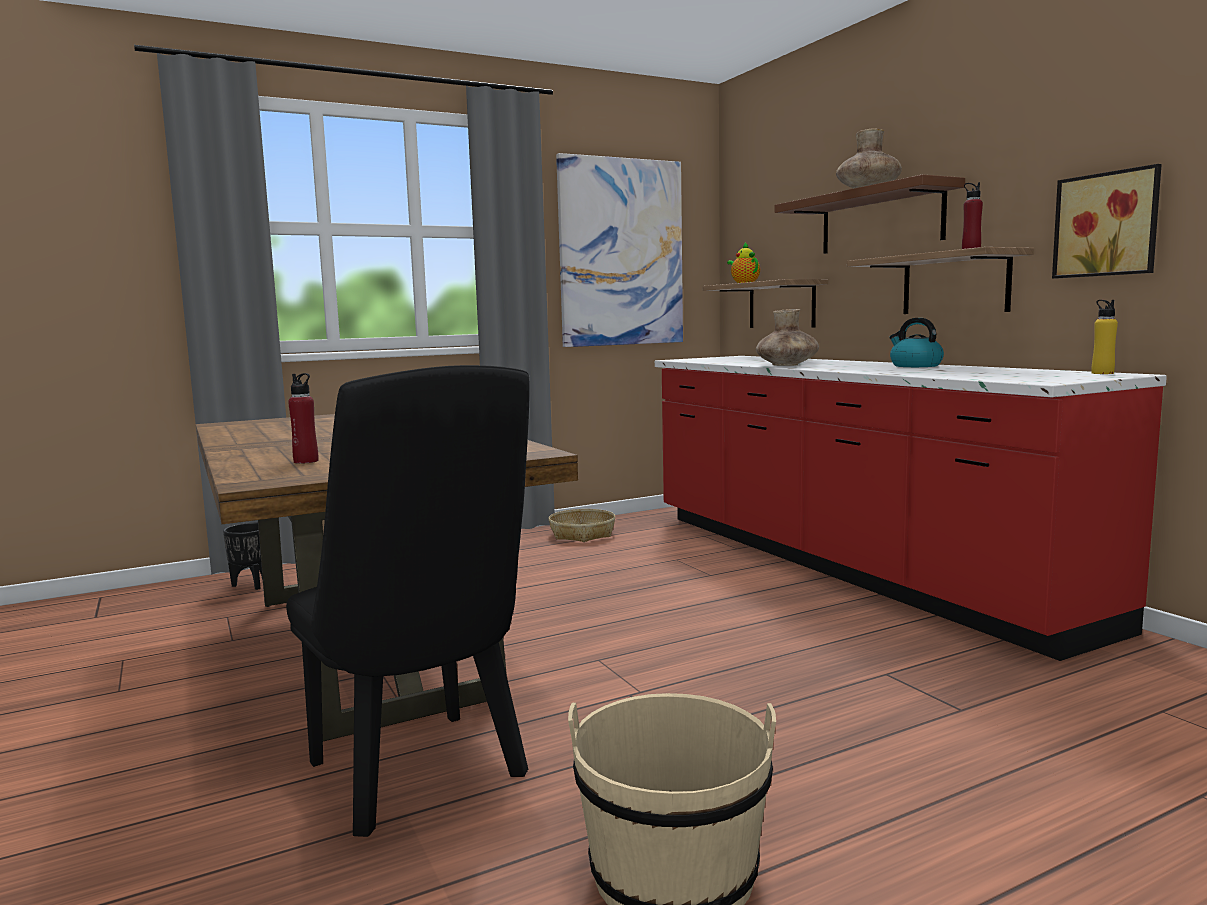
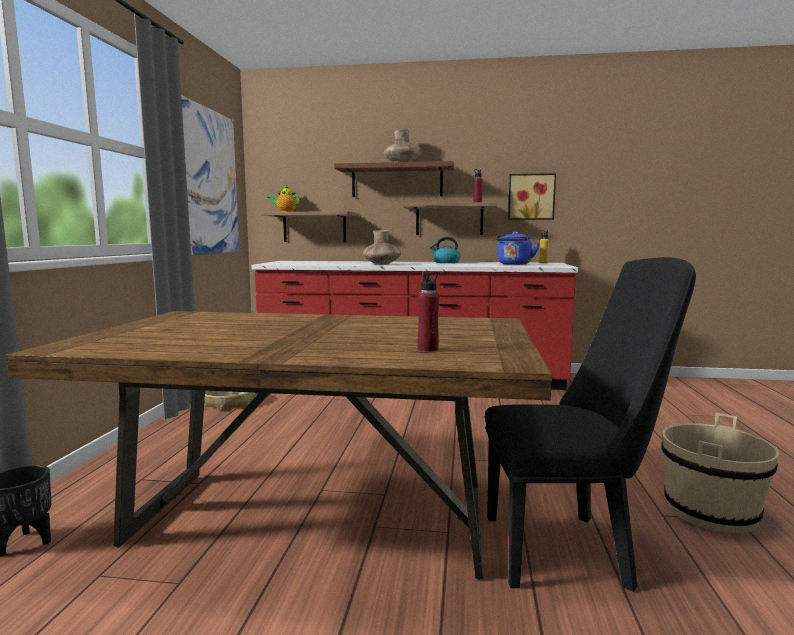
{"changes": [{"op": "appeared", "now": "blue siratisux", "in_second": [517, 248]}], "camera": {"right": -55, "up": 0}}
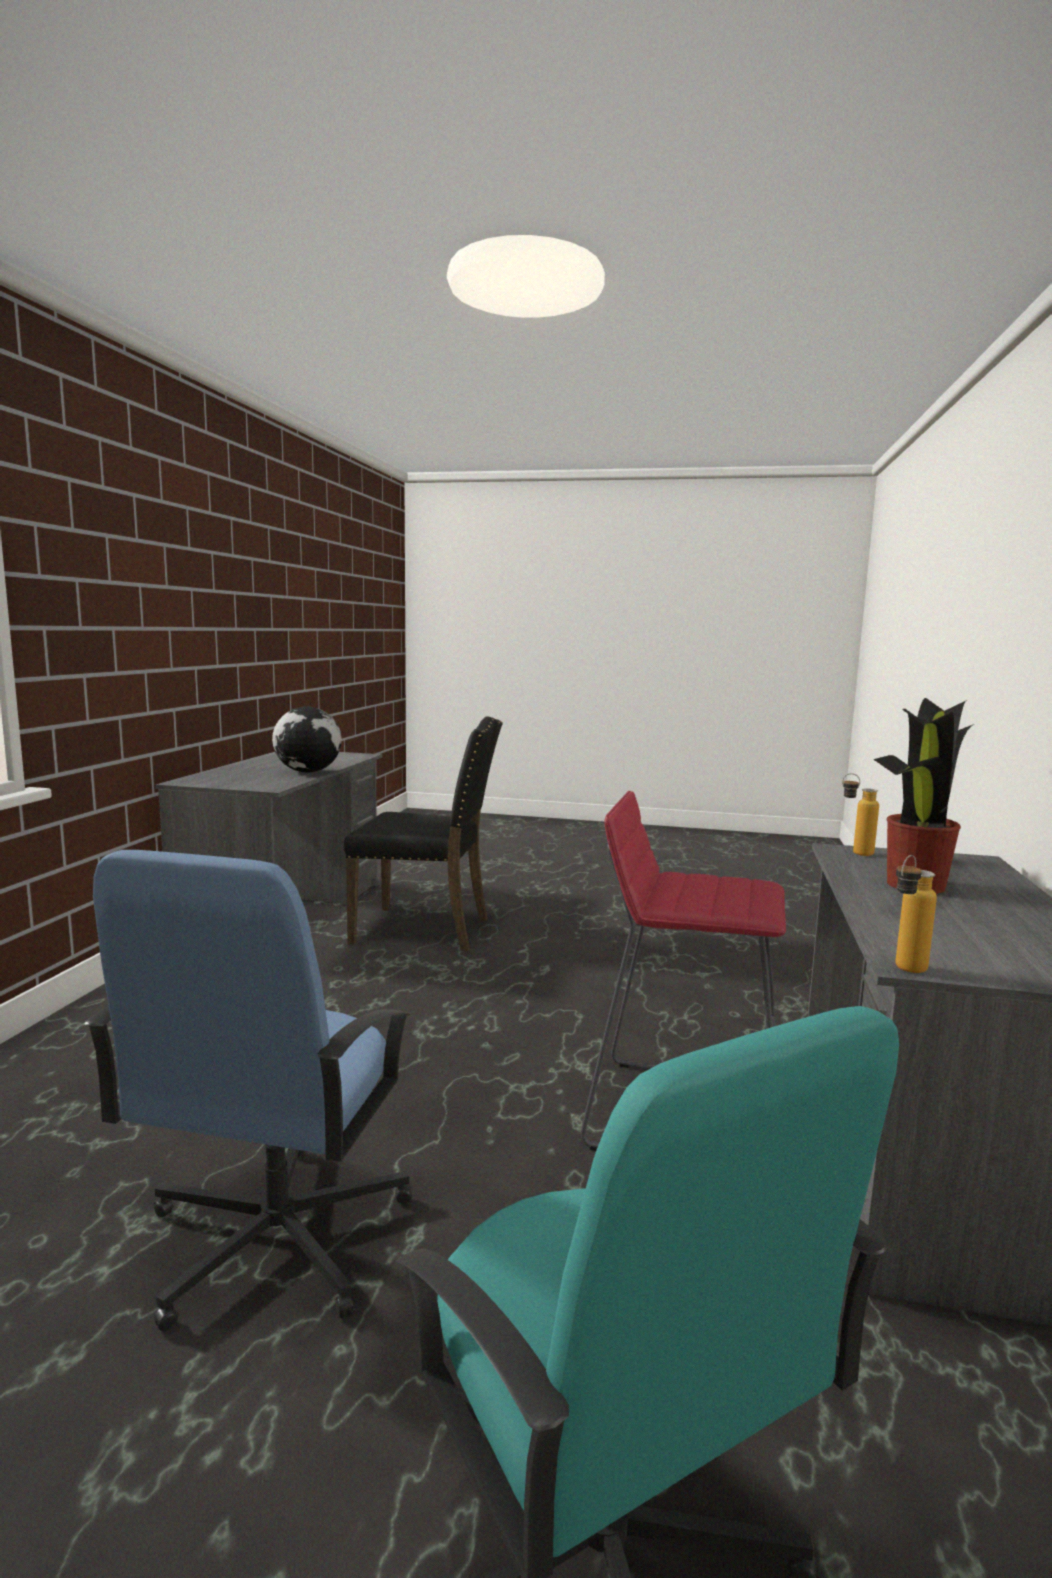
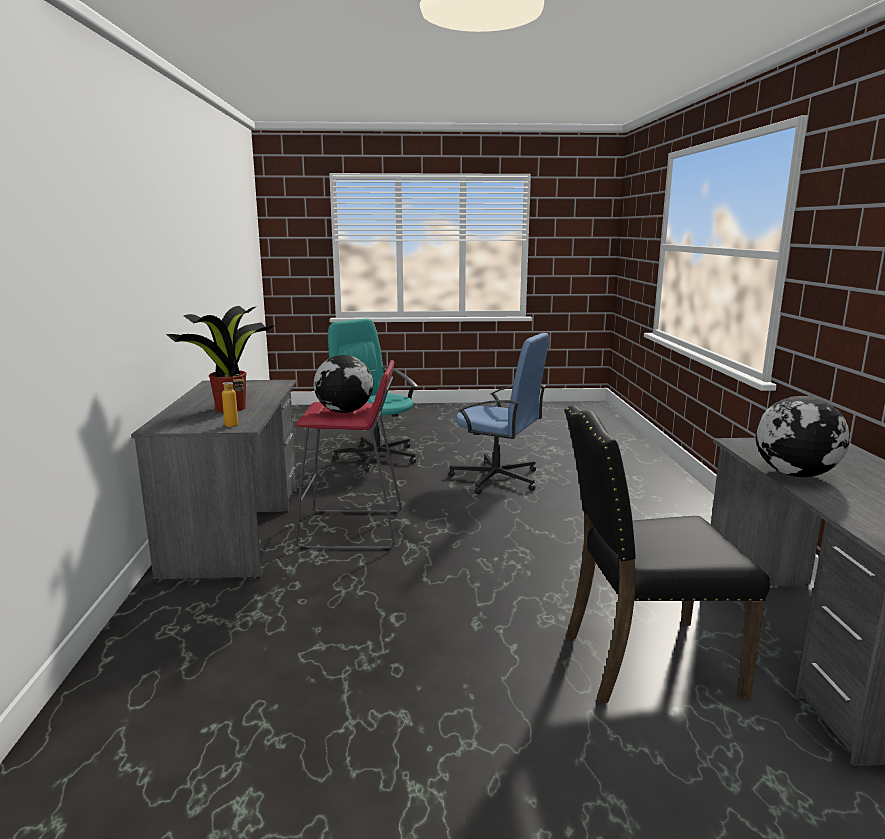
{"changes": [{"op": "appeared", "now": "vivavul", "in_second": [343, 384]}, {"op": "spun", "was": "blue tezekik", "in_first": [248, 1090], "in_second": [499, 413], "clockwise": 120}, {"op": "missing", "was": "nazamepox", "in_first": [916, 914]}], "camera": {"right": 165, "up": 5}}
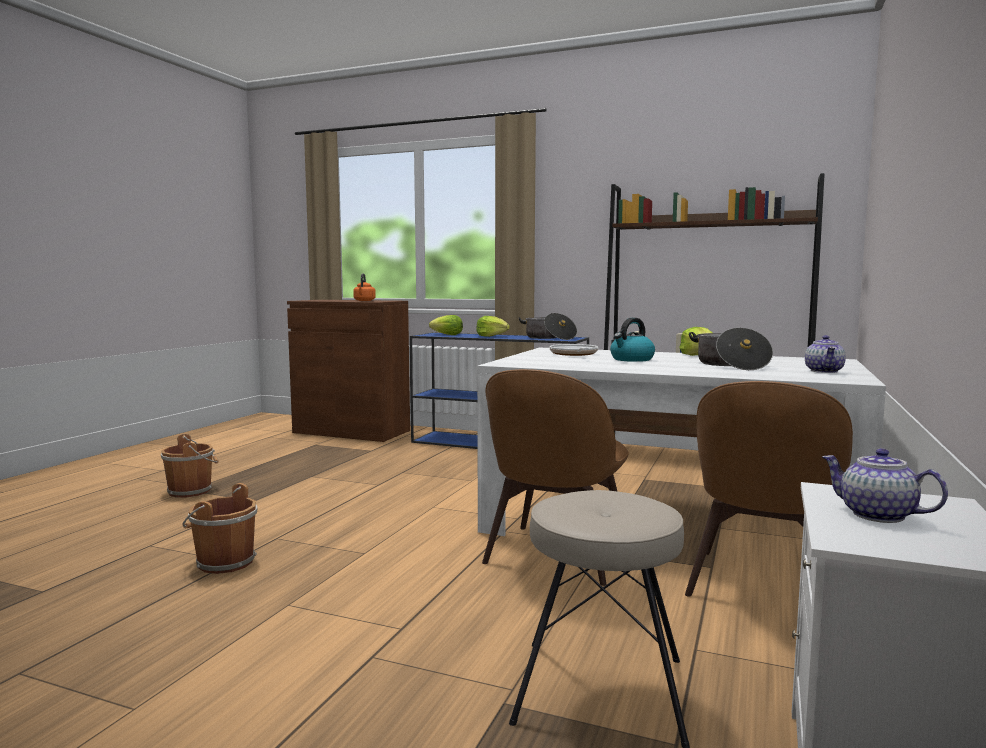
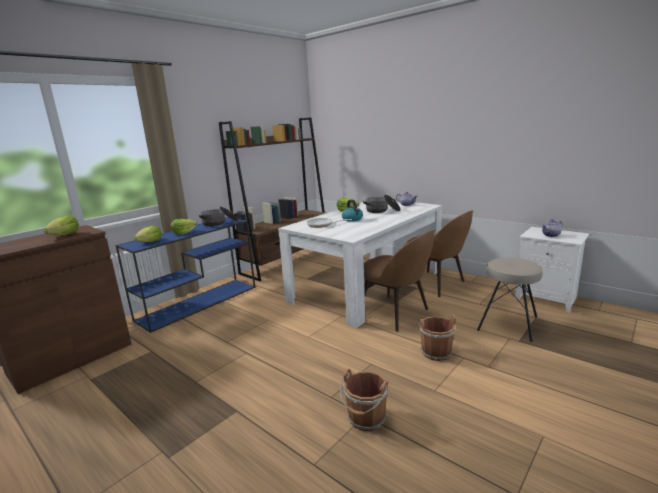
{"changes": [{"op": "exchanged", "was": "orange siratisux", "now": "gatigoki", "in_first": [364, 287], "in_second": [61, 225]}, {"op": "relocated", "was": "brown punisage", "in_first": [190, 466], "in_second": [436, 337]}], "camera": {"right": -70, "up": 10}}
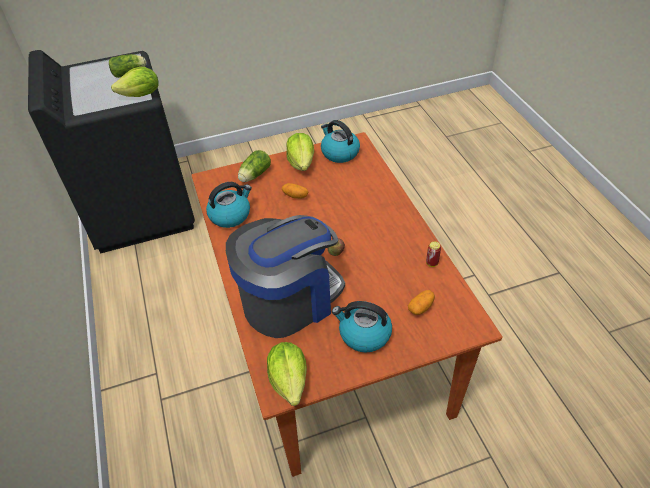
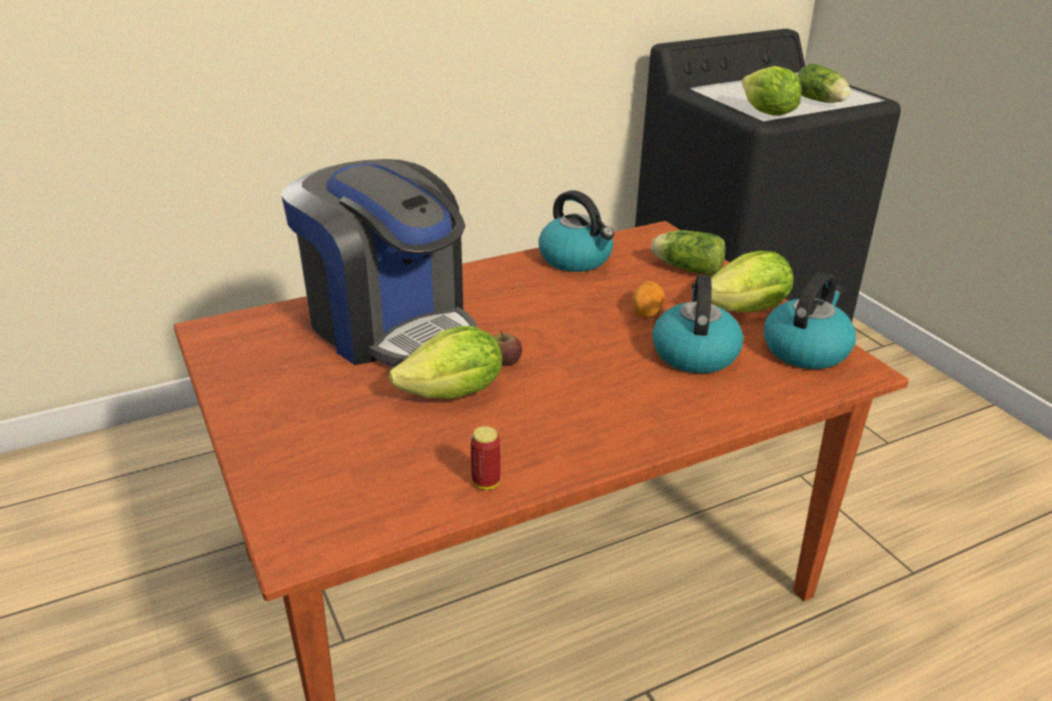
{"changes": [{"op": "relocated", "was": "gatigoki", "in_first": [287, 374], "in_second": [445, 362]}, {"op": "relocated", "was": "siratisux", "in_first": [362, 327], "in_second": [697, 324]}, {"op": "missing", "was": "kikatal", "in_first": [421, 302]}], "camera": {"right": 80, "up": -15}}
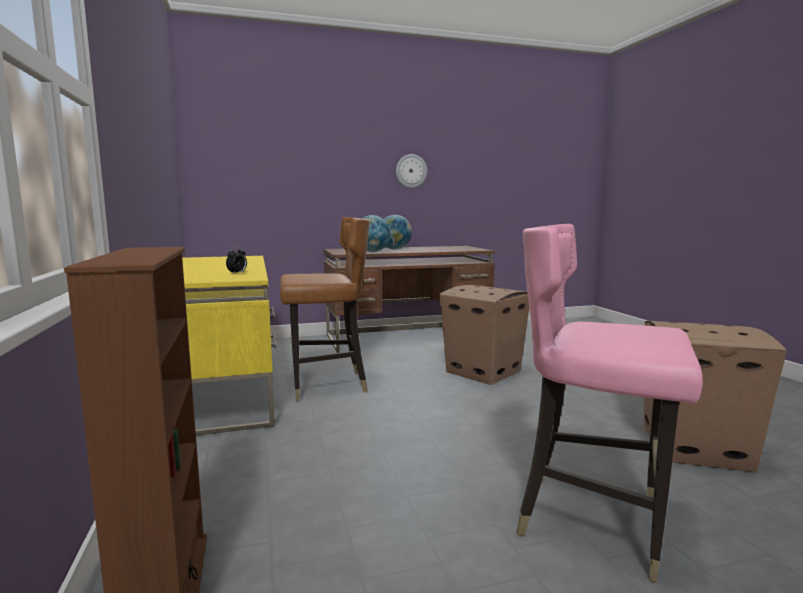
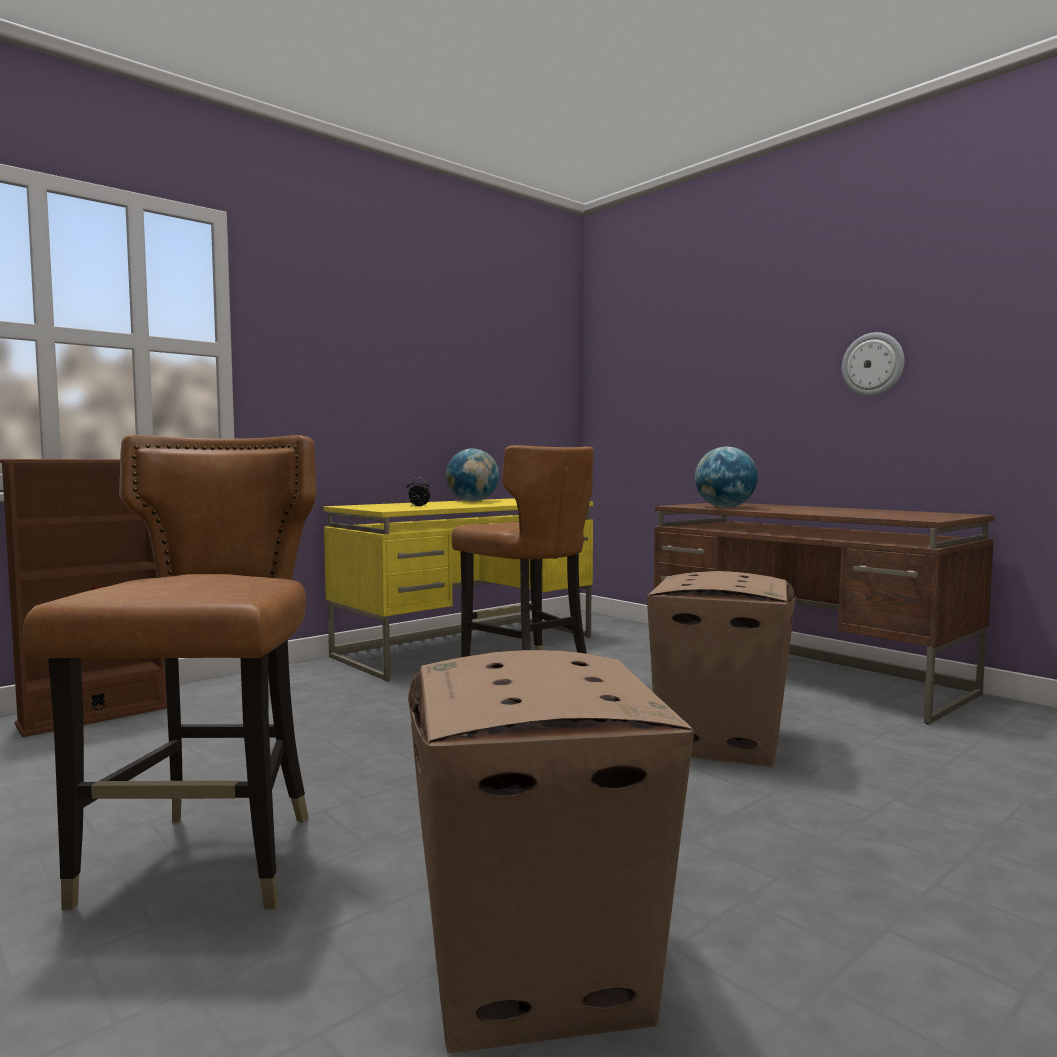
{"changes": [{"op": "colour", "was": "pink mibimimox", "now": "brown mibimimox", "in_first": [609, 403], "in_second": [169, 672]}, {"op": "relocated", "was": "vivavul", "in_first": [398, 232], "in_second": [472, 475]}], "camera": {"right": 65, "up": -5}}
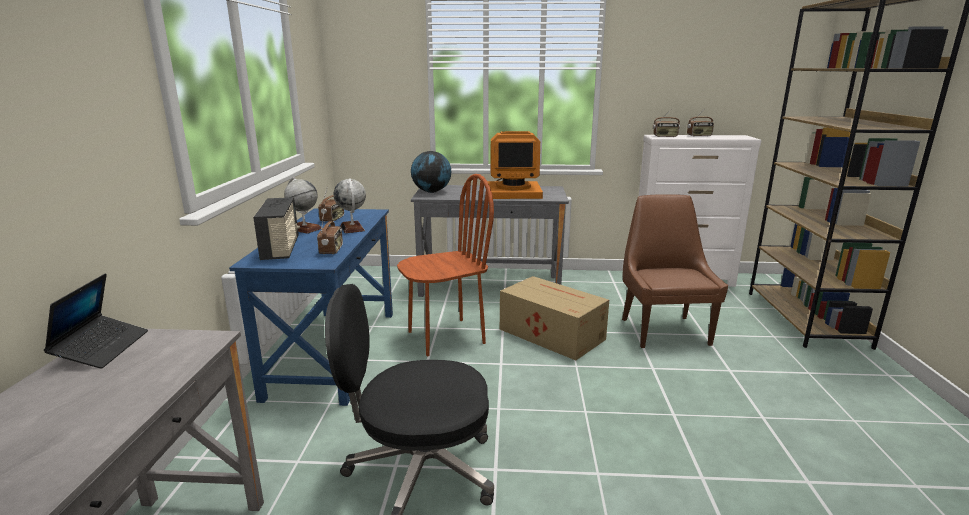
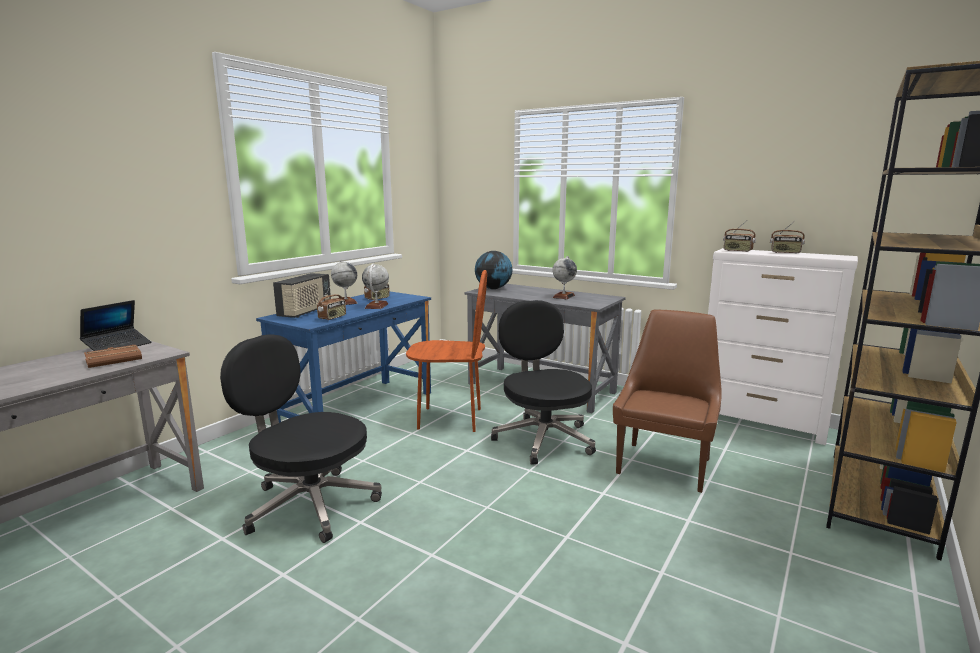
{"changes": [{"op": "appeared", "now": "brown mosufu", "in_second": [113, 356]}, {"op": "exchanged", "was": "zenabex", "now": "black tezekik", "in_first": [554, 318], "in_second": [543, 382]}, {"op": "exchanged", "was": "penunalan", "now": "vivavul", "in_first": [515, 165], "in_second": [564, 277]}], "camera": {"right": 30, "up": -5}}
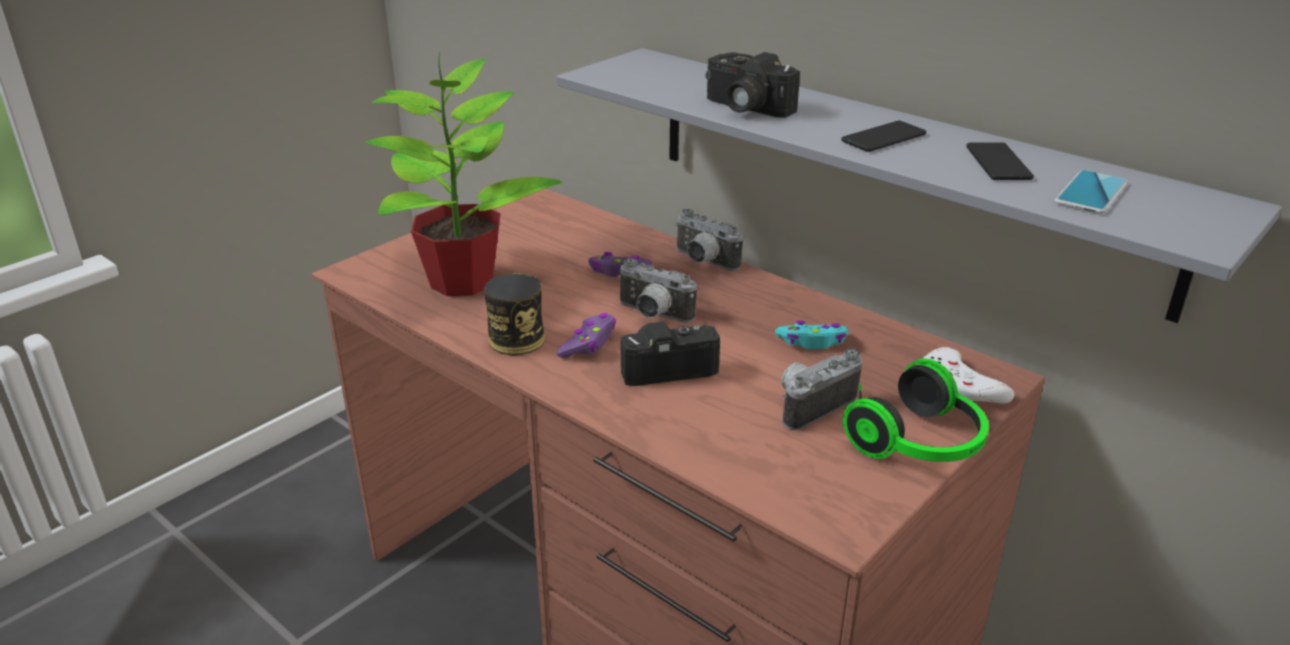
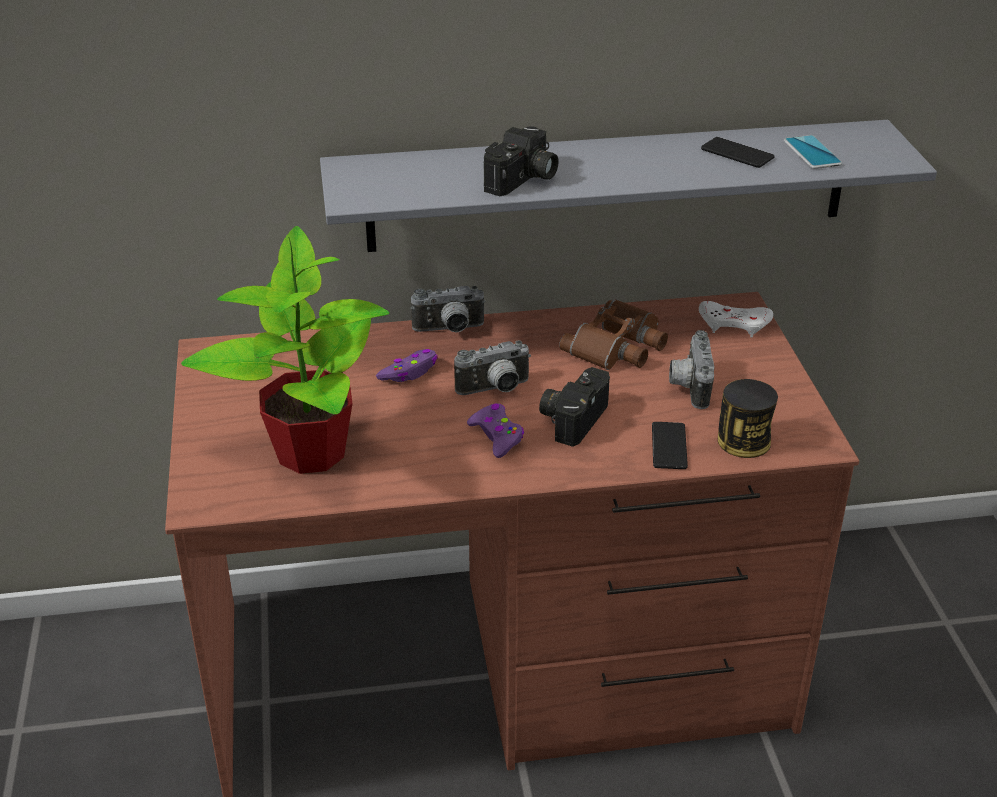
{"changes": [{"op": "spun", "was": "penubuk", "in_first": [752, 85], "in_second": [521, 161], "clockwise": -45}, {"op": "exchanged", "was": "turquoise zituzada", "now": "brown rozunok", "in_first": [811, 334], "in_second": [613, 334]}, {"op": "relocated", "was": "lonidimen", "in_first": [883, 136], "in_second": [670, 445]}, {"op": "relocated", "was": "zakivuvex", "in_first": [514, 314], "in_second": [748, 418]}, {"op": "missing", "was": "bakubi", "in_first": [916, 410]}], "camera": {"right": -50, "up": 5}}
